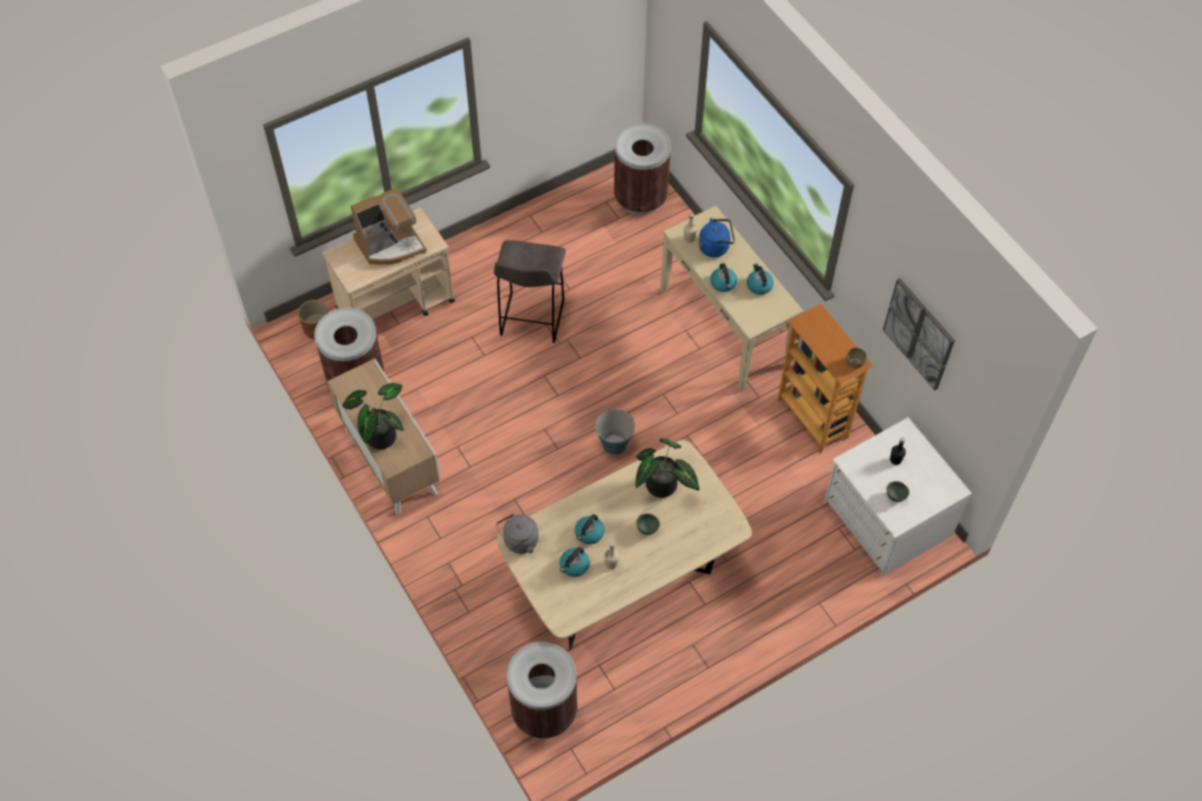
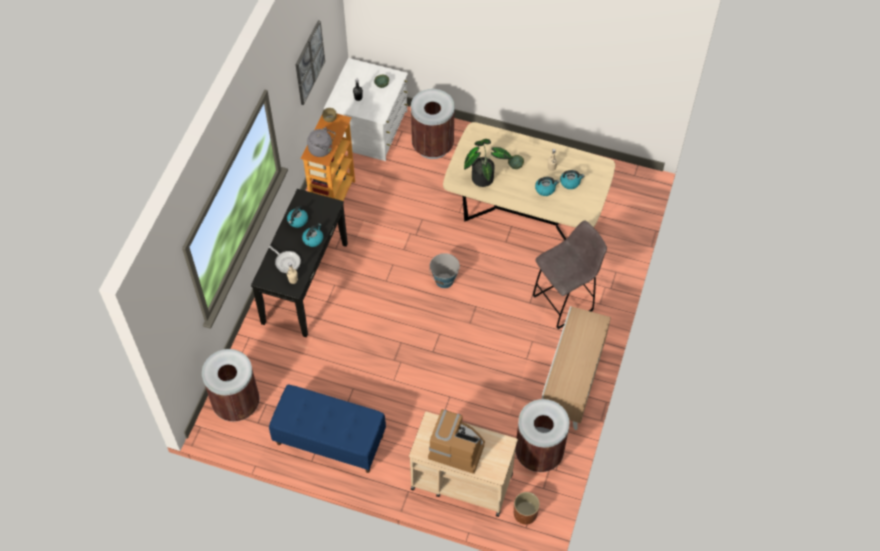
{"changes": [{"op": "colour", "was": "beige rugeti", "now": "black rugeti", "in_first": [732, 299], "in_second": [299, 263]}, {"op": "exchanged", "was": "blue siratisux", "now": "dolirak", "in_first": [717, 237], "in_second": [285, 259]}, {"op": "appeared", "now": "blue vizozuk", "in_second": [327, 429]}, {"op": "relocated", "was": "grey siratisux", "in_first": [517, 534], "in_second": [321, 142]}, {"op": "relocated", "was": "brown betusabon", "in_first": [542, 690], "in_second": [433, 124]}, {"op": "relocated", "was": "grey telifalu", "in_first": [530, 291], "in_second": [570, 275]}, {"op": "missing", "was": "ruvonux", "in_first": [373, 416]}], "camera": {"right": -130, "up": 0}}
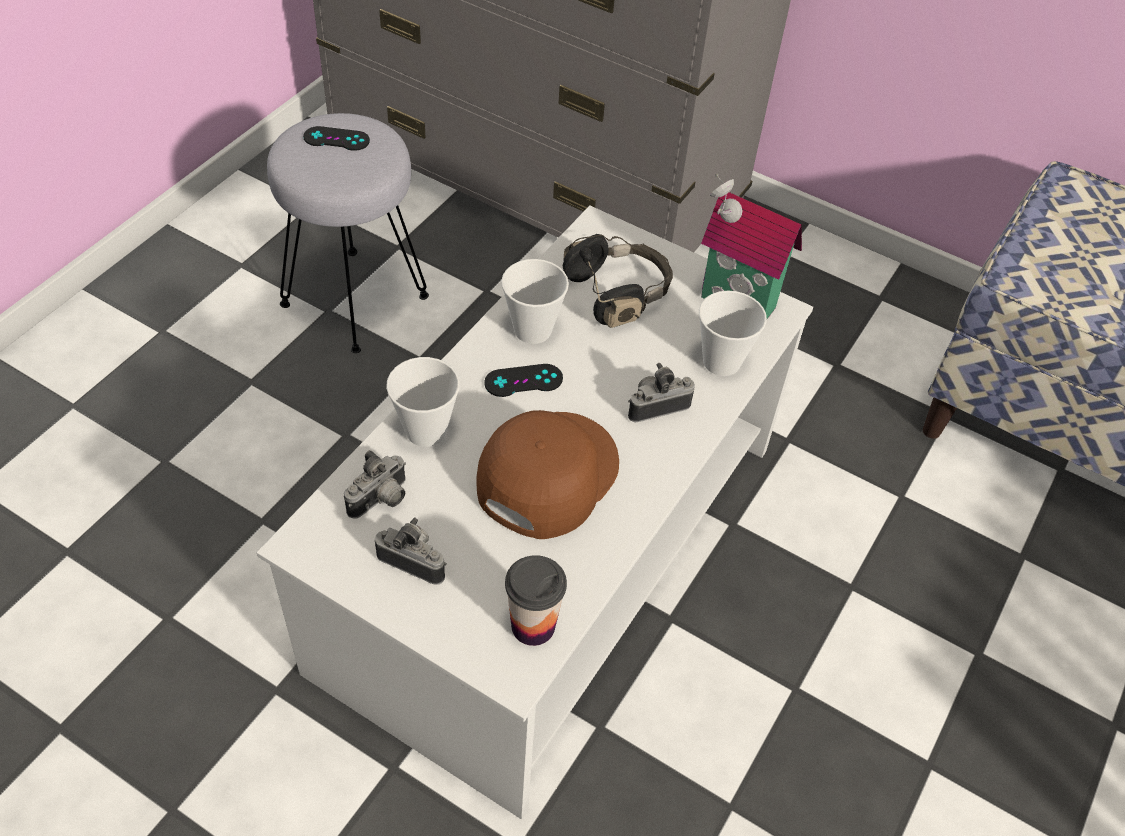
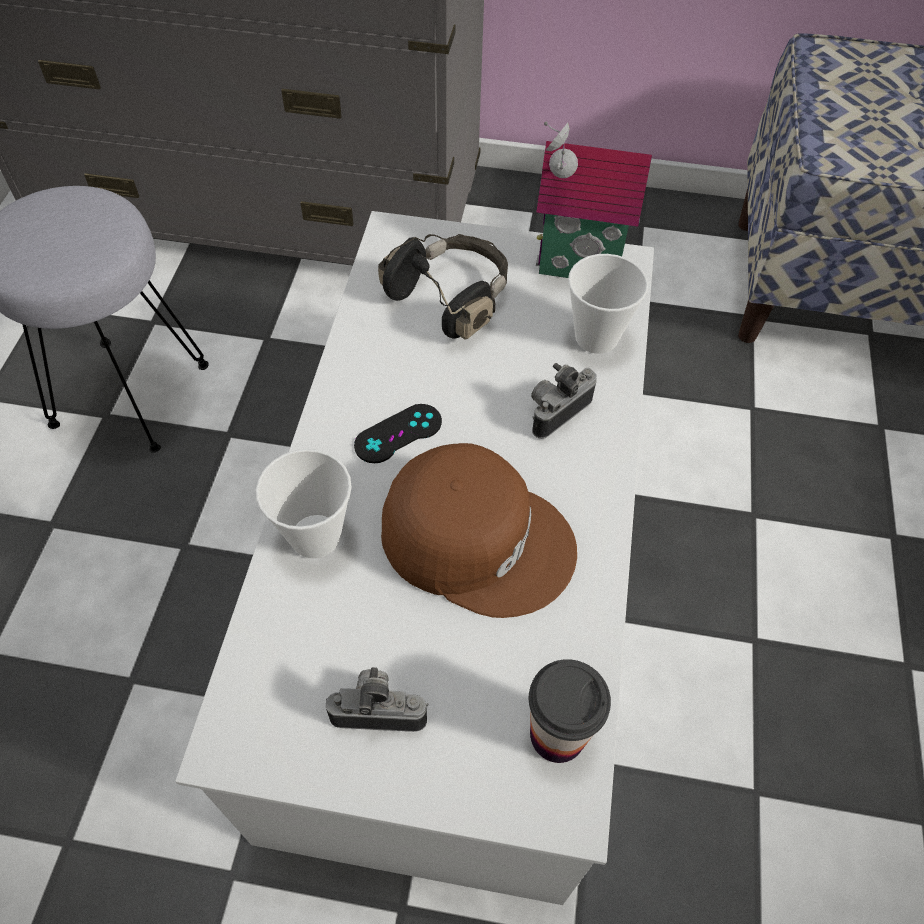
{"changes": [{"op": "spun", "was": "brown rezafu", "in_first": [547, 474], "in_second": [479, 530], "clockwise": 105}, {"op": "missing", "was": "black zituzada", "in_first": [336, 138]}, {"op": "missing", "was": "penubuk", "in_first": [375, 484]}, {"op": "missing", "was": "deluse", "in_first": [535, 301]}], "camera": {"right": -20, "up": 5}}
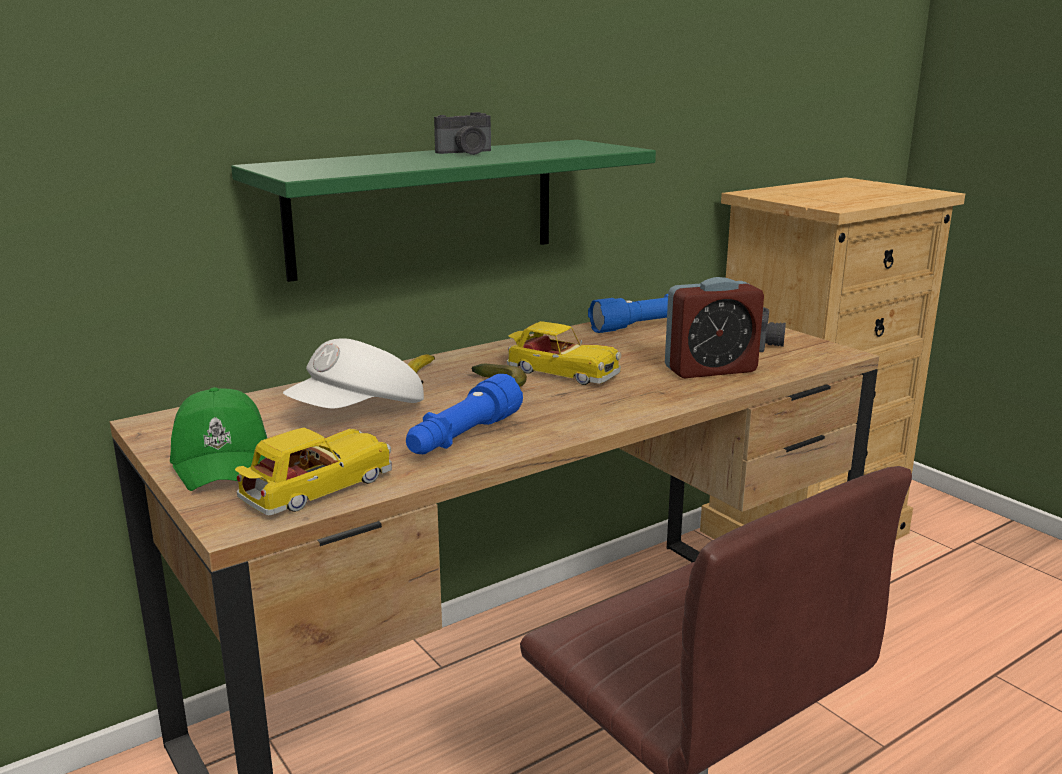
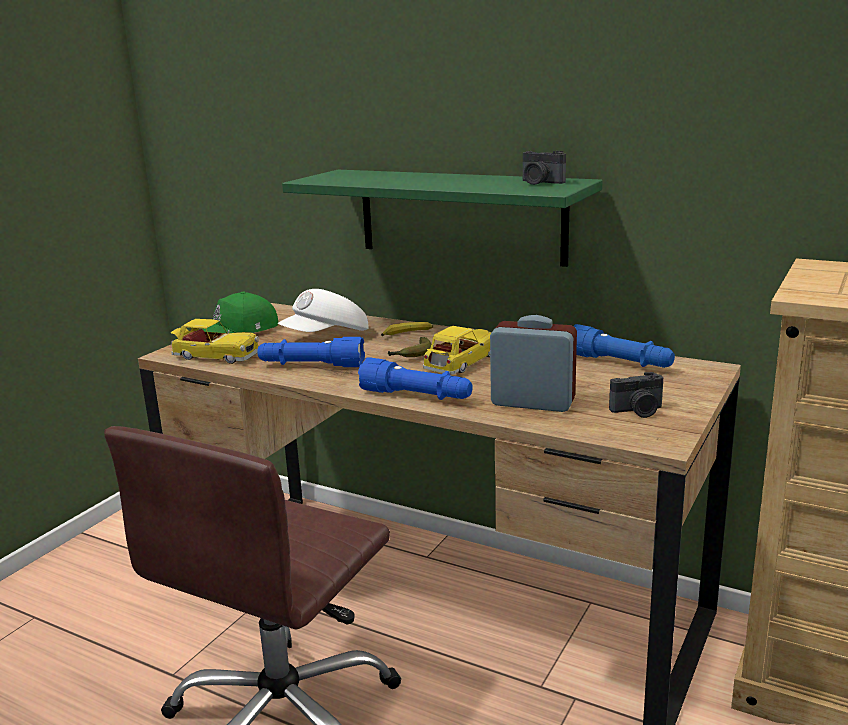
{"changes": [{"op": "spun", "was": "white rezafu", "in_first": [353, 373], "in_second": [323, 310], "clockwise": -60}, {"op": "appeared", "now": "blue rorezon", "in_second": [415, 378]}, {"op": "spun", "was": "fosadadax", "in_first": [564, 353], "in_second": [457, 350], "clockwise": -150}, {"op": "spun", "was": "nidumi", "in_first": [714, 328], "in_second": [533, 363], "clockwise": 150}, {"op": "relocated", "was": "penubuk", "in_first": [462, 133], "in_second": [544, 168]}], "camera": {"right": 65, "up": 0}}
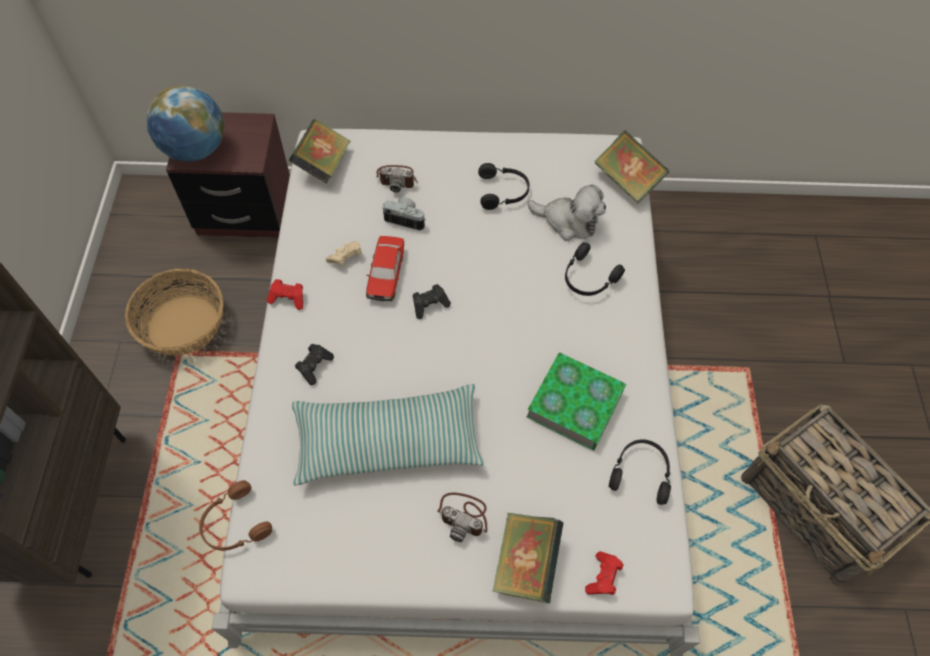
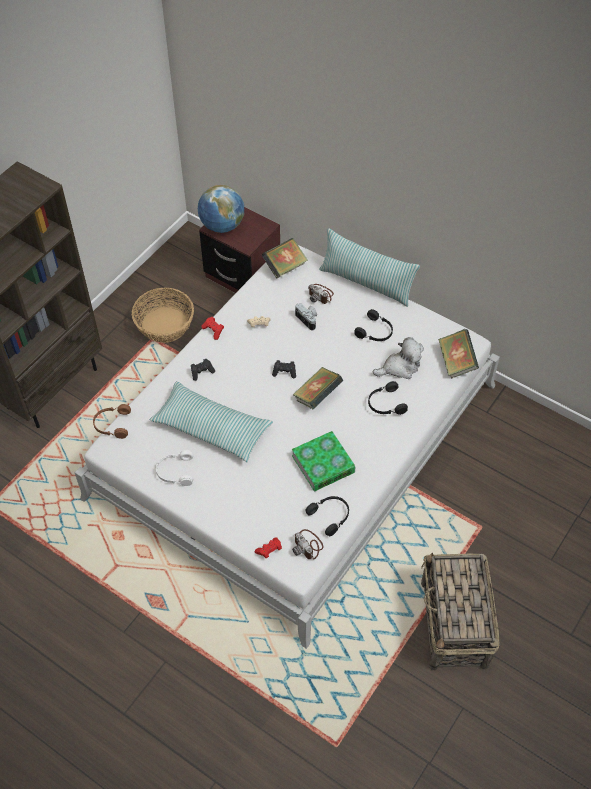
{"changes": [{"op": "appeared", "now": "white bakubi", "in_second": [174, 468]}, {"op": "relocated", "was": "penubuk", "in_first": [462, 517], "in_second": [307, 544]}, {"op": "relocated", "was": "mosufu", "in_first": [527, 558], "in_second": [318, 388]}, {"op": "appeared", "now": "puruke", "in_second": [369, 267]}, {"op": "spun", "was": "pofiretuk", "in_first": [567, 212], "in_second": [398, 358], "clockwise": -75}, {"op": "missing", "was": "fosadadax", "in_first": [385, 268]}], "camera": {"right": 35, "up": -5}}
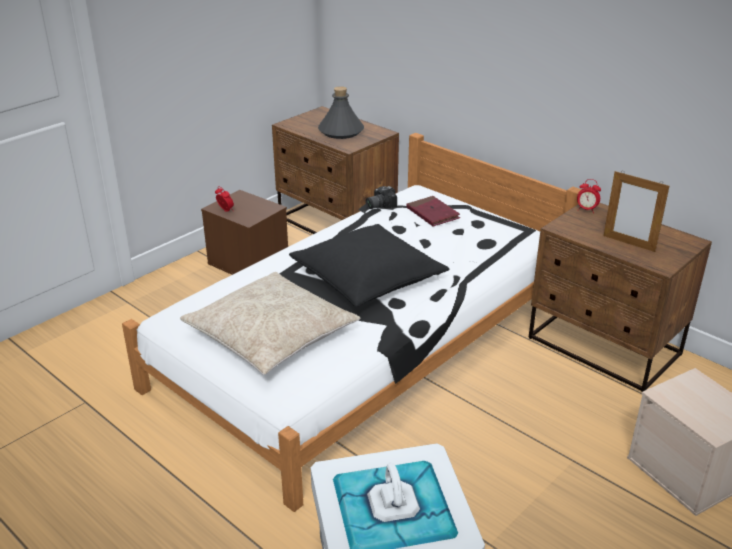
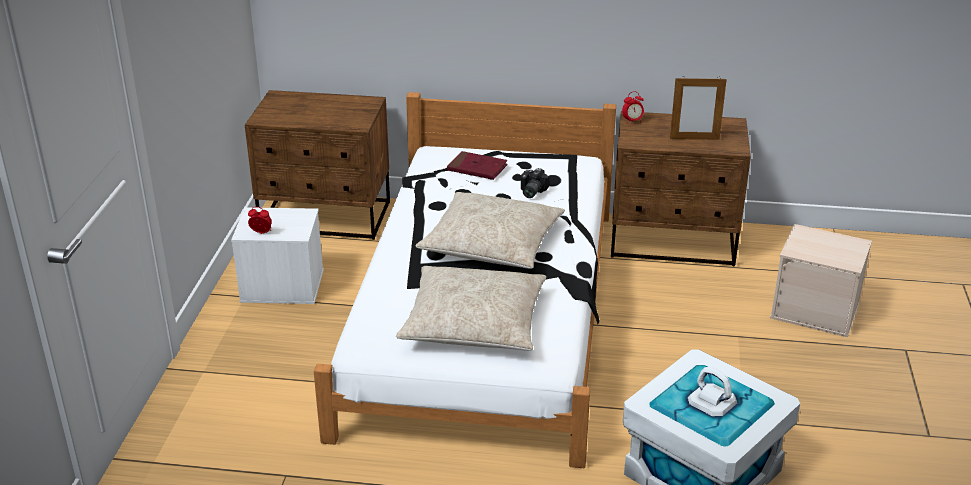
{"changes": [{"op": "colour", "was": "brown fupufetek", "now": "white fupufetek", "in_first": [244, 232], "in_second": [277, 255]}, {"op": "colour", "was": "black puruke", "now": "beige puruke", "in_first": [369, 265], "in_second": [490, 230]}, {"op": "relocated", "was": "penubuk", "in_first": [381, 197], "in_second": [535, 183]}, {"op": "missing", "was": "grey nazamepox", "in_first": [341, 112]}], "camera": {"right": -35, "up": 0}}
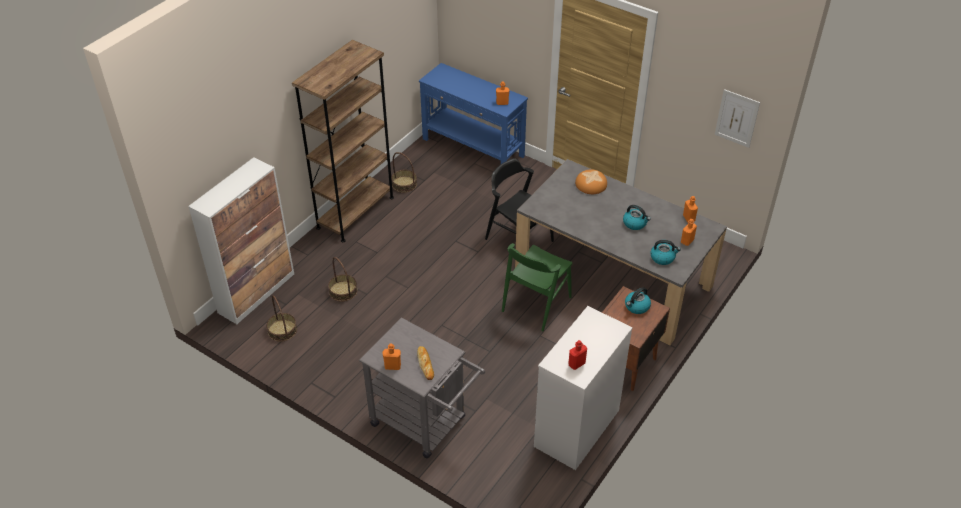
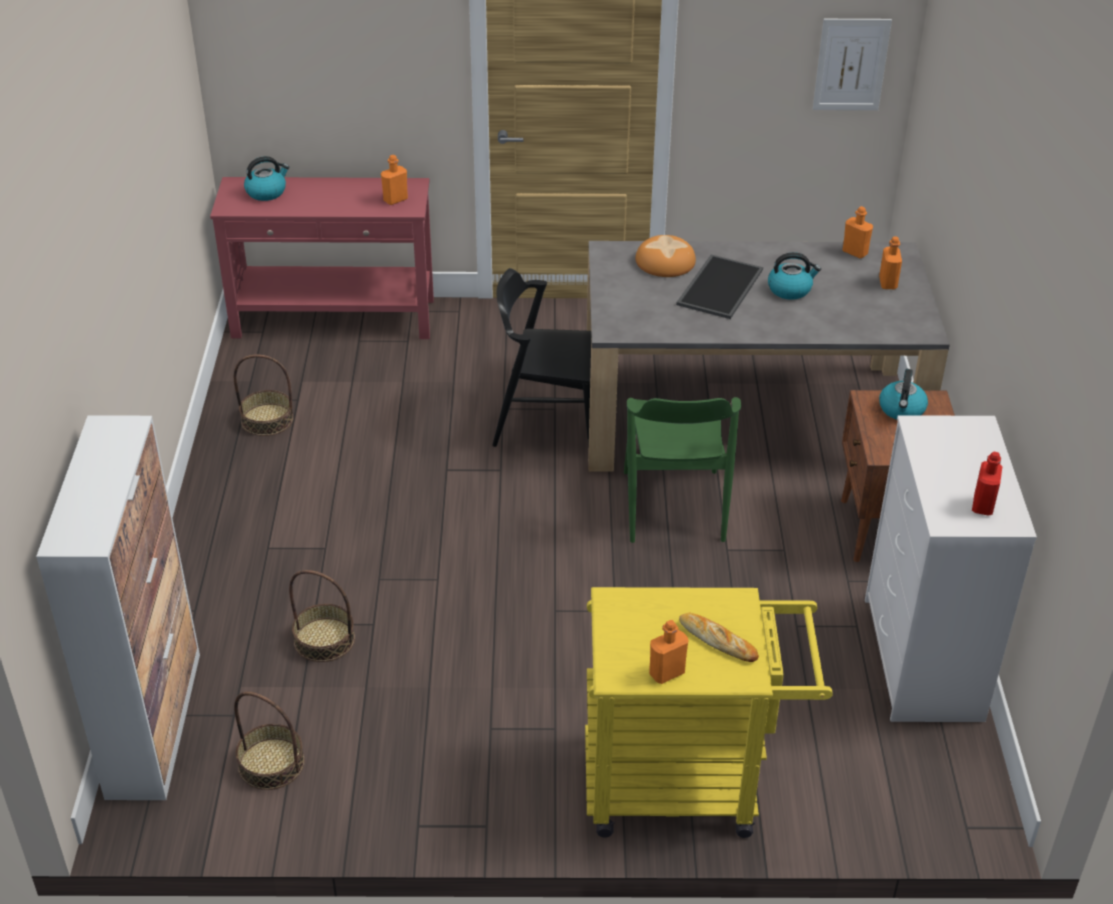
{"changes": [{"op": "colour", "was": "blue rugeti", "now": "red rugeti", "in_first": [473, 113], "in_second": [322, 258]}, {"op": "relocated", "was": "siratisux", "in_first": [665, 252], "in_second": [266, 178]}, {"op": "colour", "was": "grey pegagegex", "now": "yellow pegagegex", "in_first": [422, 387], "in_second": [709, 712]}, {"op": "appeared", "now": "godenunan", "in_second": [719, 286]}, {"op": "missing", "was": "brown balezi", "in_first": [343, 141]}], "camera": {"right": -35, "up": -5}}
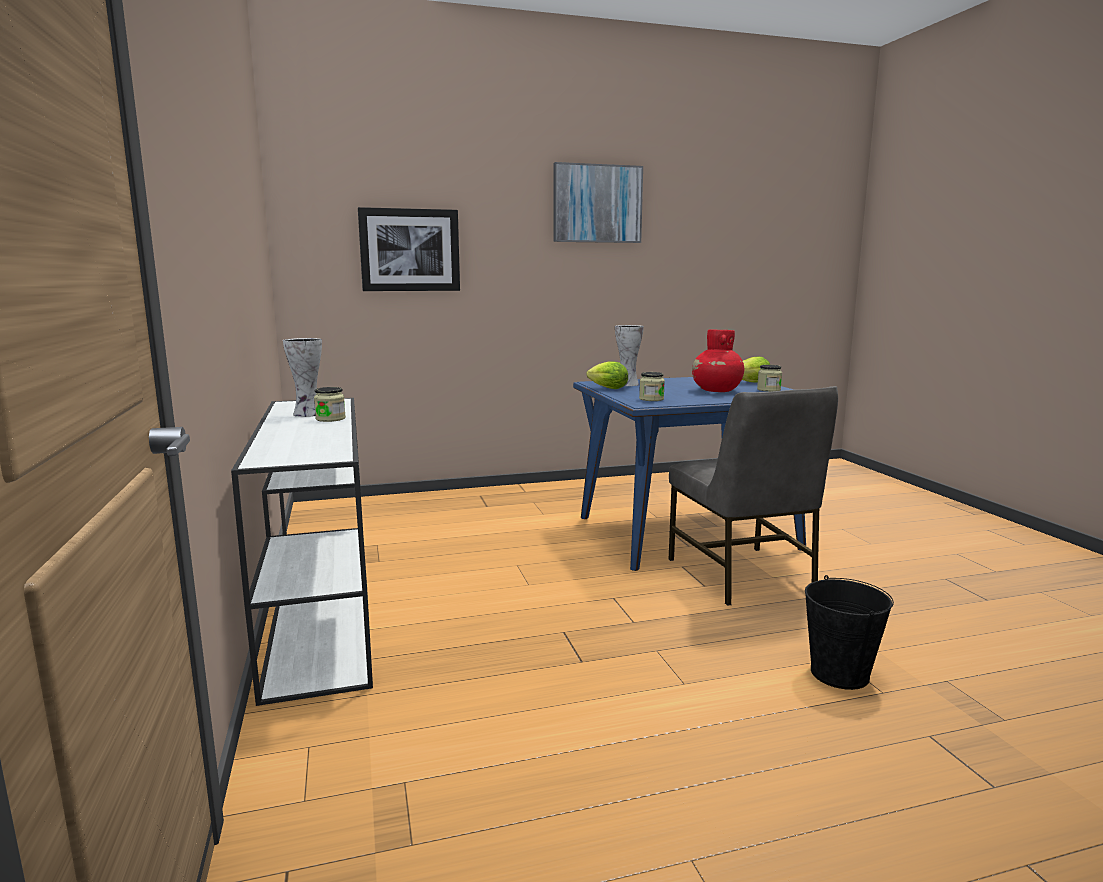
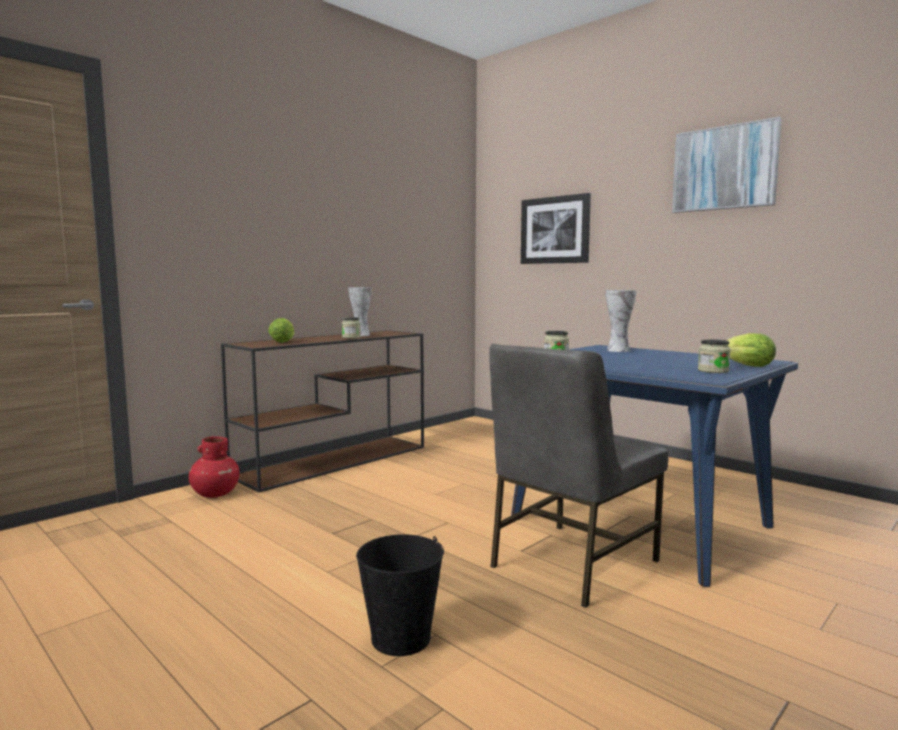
{"changes": [{"op": "relocated", "was": "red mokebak", "in_first": [718, 360], "in_second": [214, 467]}, {"op": "colour", "was": "white rugeti", "now": "brown rugeti", "in_first": [302, 552], "in_second": [322, 411]}, {"op": "relocated", "was": "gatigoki", "in_first": [607, 375], "in_second": [281, 330]}], "camera": {"right": 60, "up": -5}}
